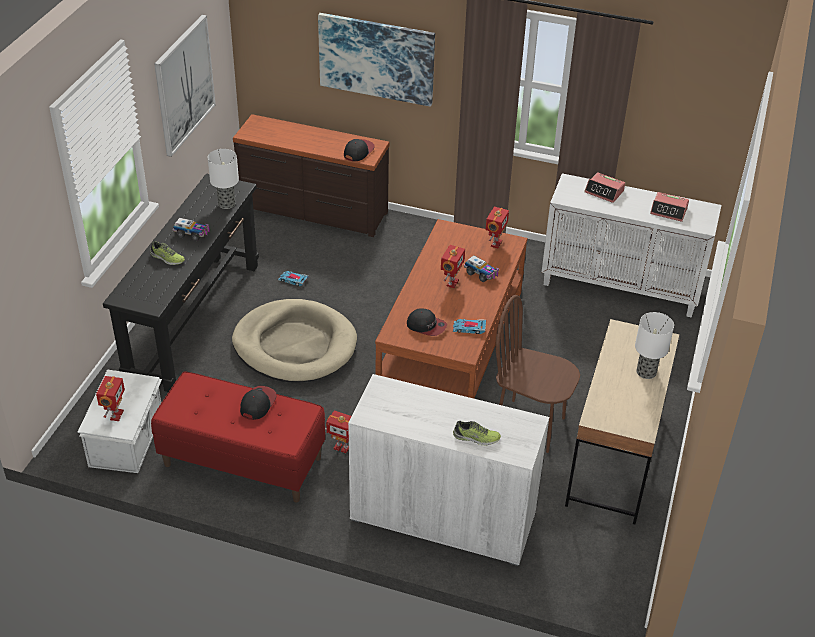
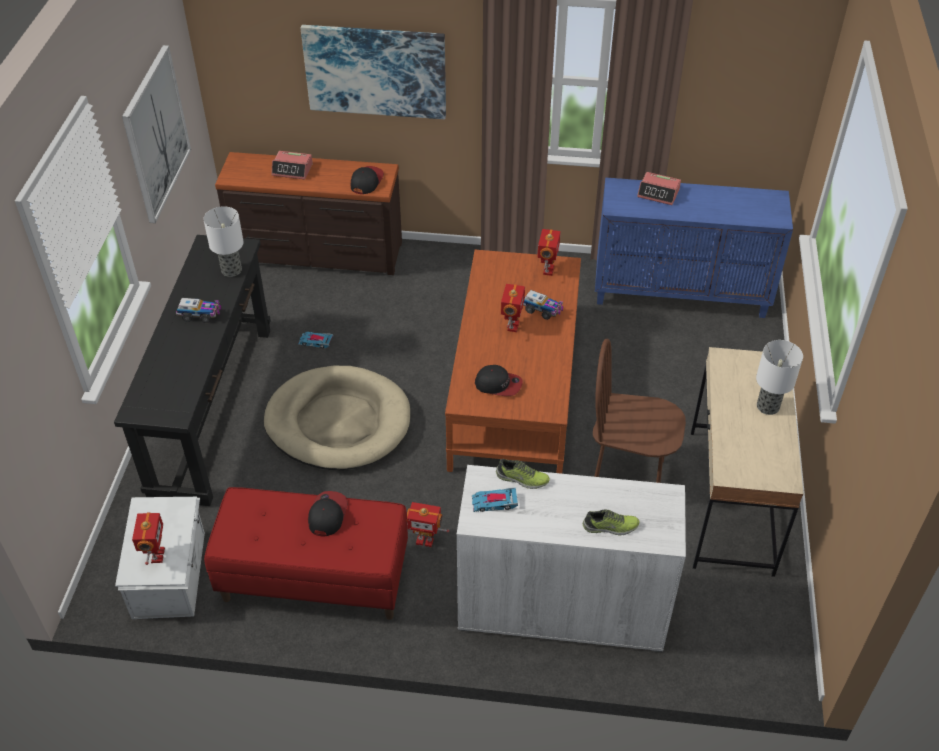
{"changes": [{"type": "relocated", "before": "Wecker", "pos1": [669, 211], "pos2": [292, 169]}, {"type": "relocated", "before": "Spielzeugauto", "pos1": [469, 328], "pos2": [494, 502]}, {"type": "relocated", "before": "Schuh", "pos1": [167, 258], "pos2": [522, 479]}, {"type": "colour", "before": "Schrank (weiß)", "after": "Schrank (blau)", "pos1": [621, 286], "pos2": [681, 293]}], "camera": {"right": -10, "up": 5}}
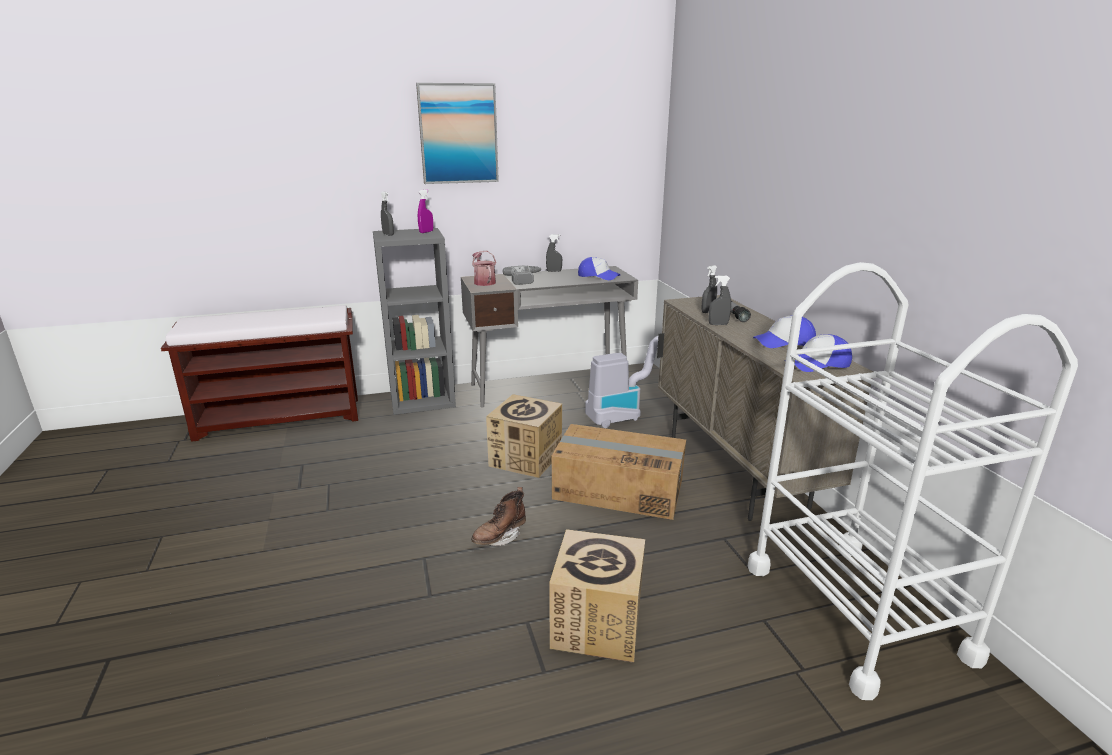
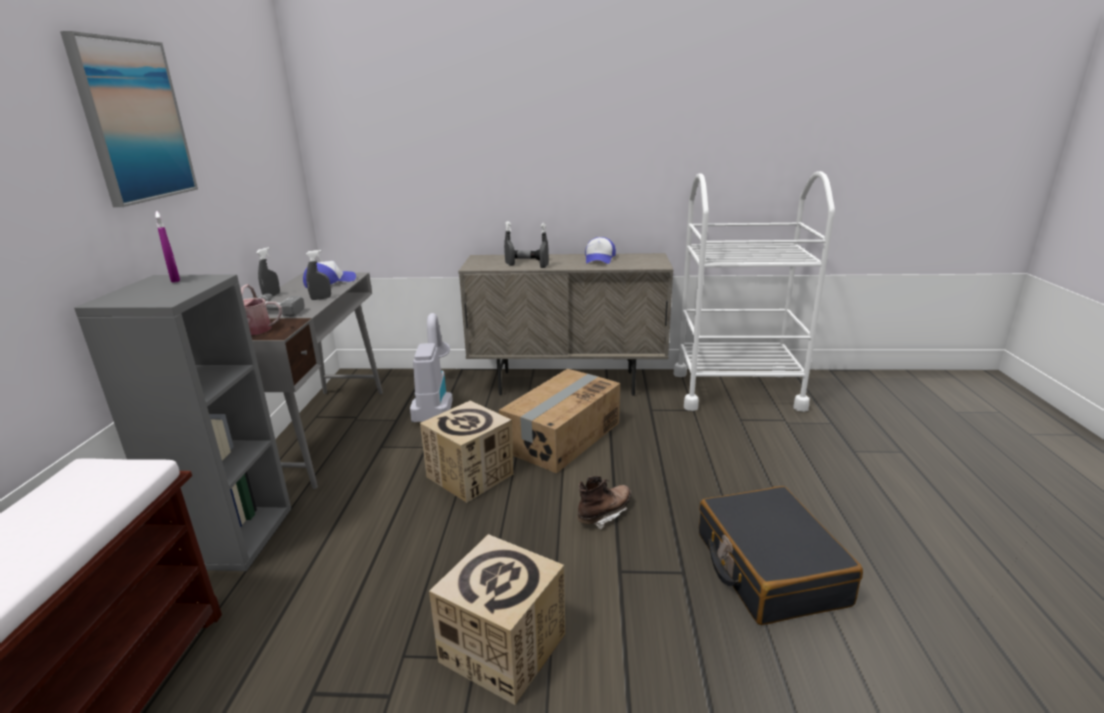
{"changes": [{"type": "relocated", "before": "Sprühflasche (grau)", "pos1": [388, 234], "pos2": [321, 298]}, {"type": "relocated", "before": "Karton", "pos1": [597, 624], "pos2": [503, 648]}, {"type": "spun", "before": "Stiefel (braun)", "pos1": [500, 537], "pos2": [604, 514], "turn": -105}, {"type": "appeared", "after": "Koffer (schwarz)", "pos2": [768, 568]}, {"type": "missing", "before": "Kappe", "pos1": [818, 364]}], "camera": {"right": -70, "up": 0}}
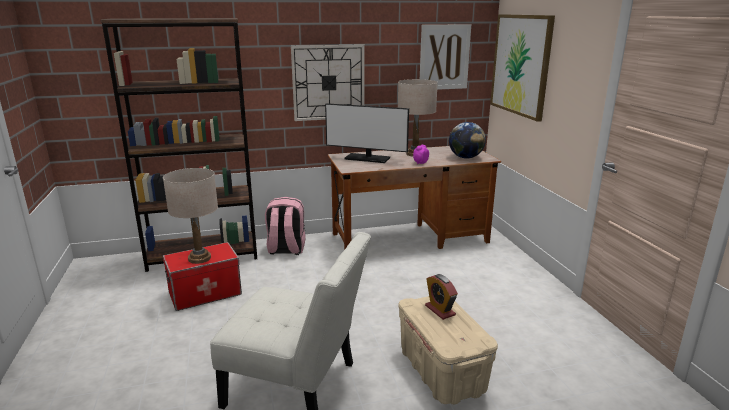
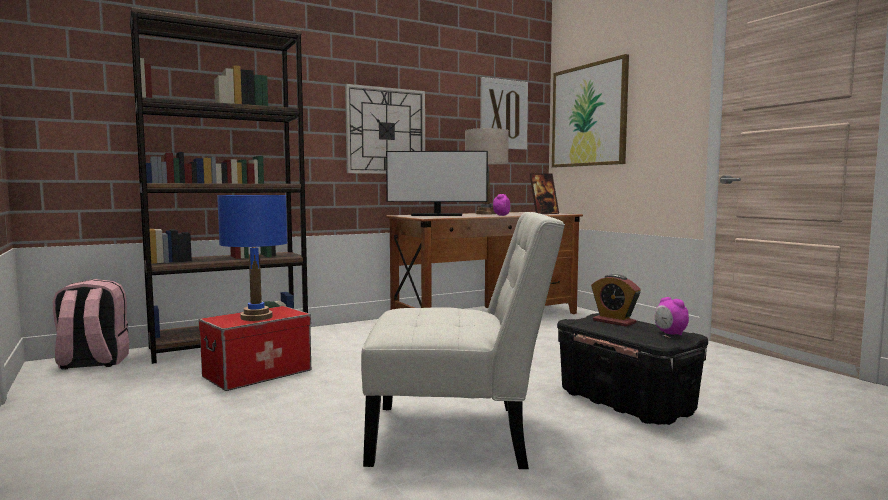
{"changes": [{"type": "relocated", "before": "Rucksack (rosa)", "pos1": [286, 249], "pos2": [92, 363]}, {"type": "colour", "before": "Tischlampe (beige)", "after": "Tischlampe (blau)", "pos1": [199, 258], "pos2": [256, 317]}, {"type": "exchanged", "before": "Globus", "after": "Bilderrahmen", "pos1": [465, 157], "pos2": [543, 213]}, {"type": "colour", "before": "Aufbewahrungsbox (beige)", "after": "Aufbewahrungsbox (schwarz)", "pos1": [442, 372], "pos2": [627, 403]}, {"type": "appeared", "after": "Wecker", "pos2": [670, 333]}], "camera": {"right": -15, "up": -15}}
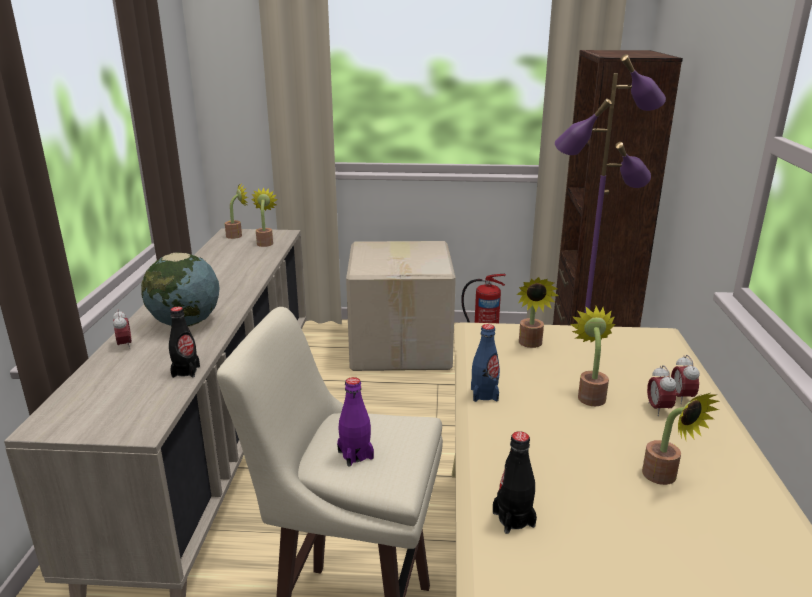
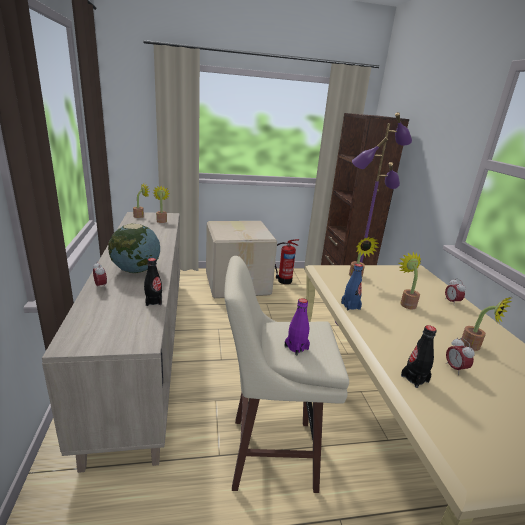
{"changes": [{"type": "relocated", "before": "Wecker", "pos1": [658, 409], "pos2": [455, 368]}], "camera": {"right": -15, "up": 0}}
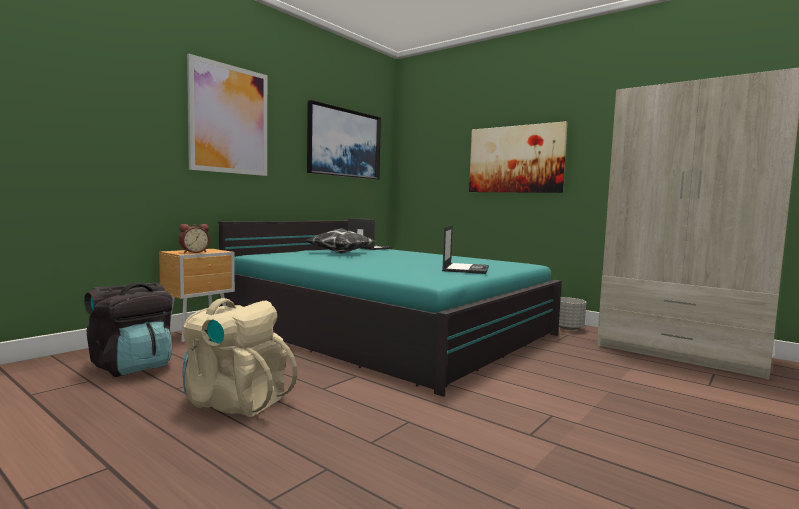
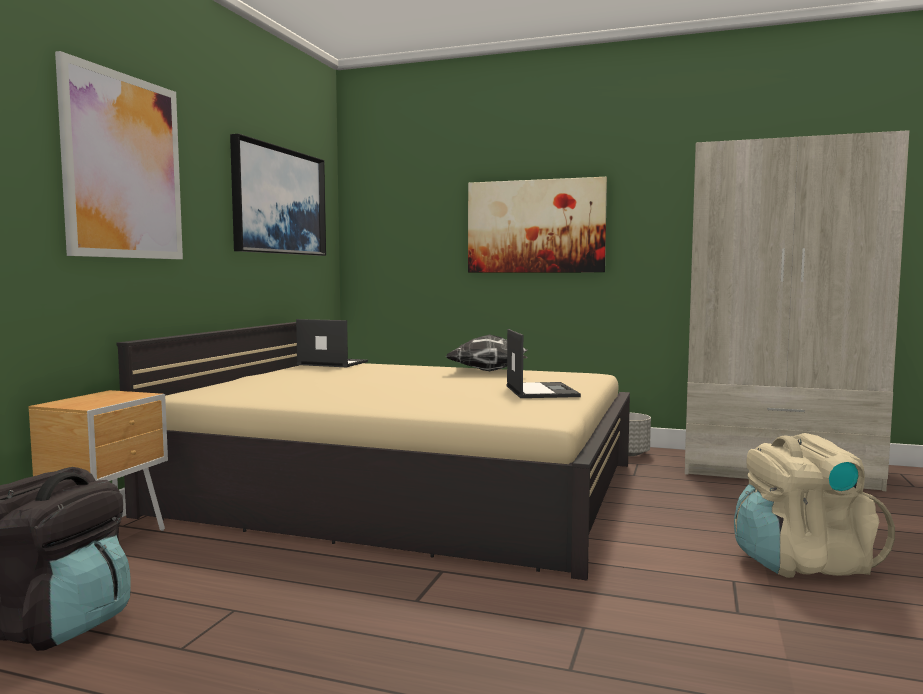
{"changes": [{"type": "colour", "before": "Bett (türkis)", "after": "Bett (beige)", "pos1": [387, 329], "pos2": [405, 488]}, {"type": "relocated", "before": "Kissen", "pos1": [341, 253], "pos2": [490, 371]}, {"type": "relocated", "before": "Rucksack (beige)", "pos1": [234, 401], "pos2": [802, 563]}, {"type": "missing", "before": "Wecker", "pos1": [194, 252]}], "camera": {"right": -20, "up": 0}}
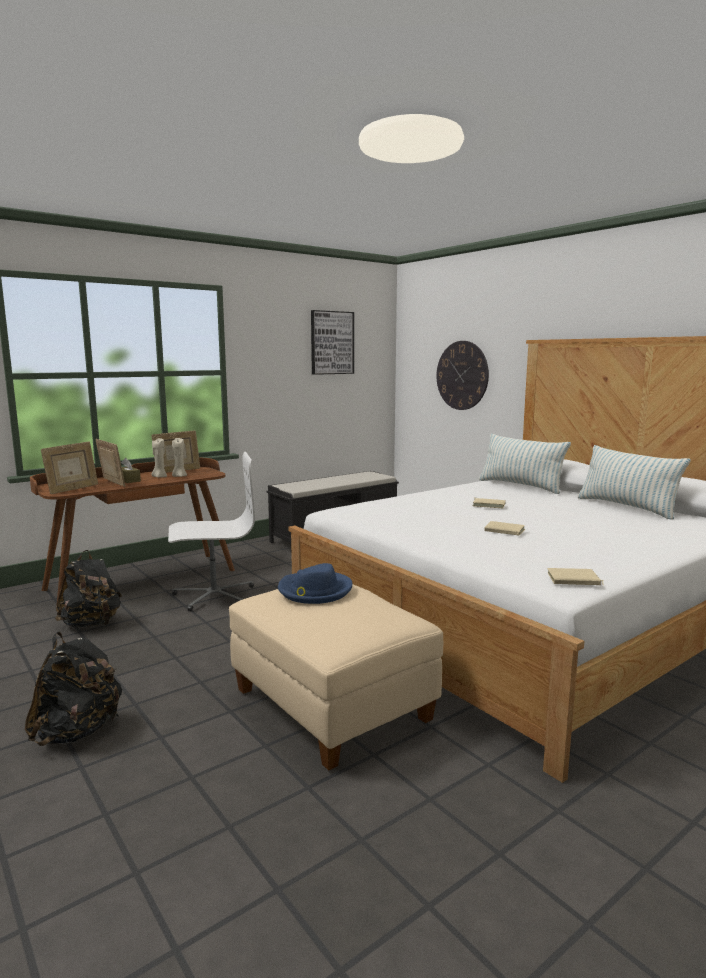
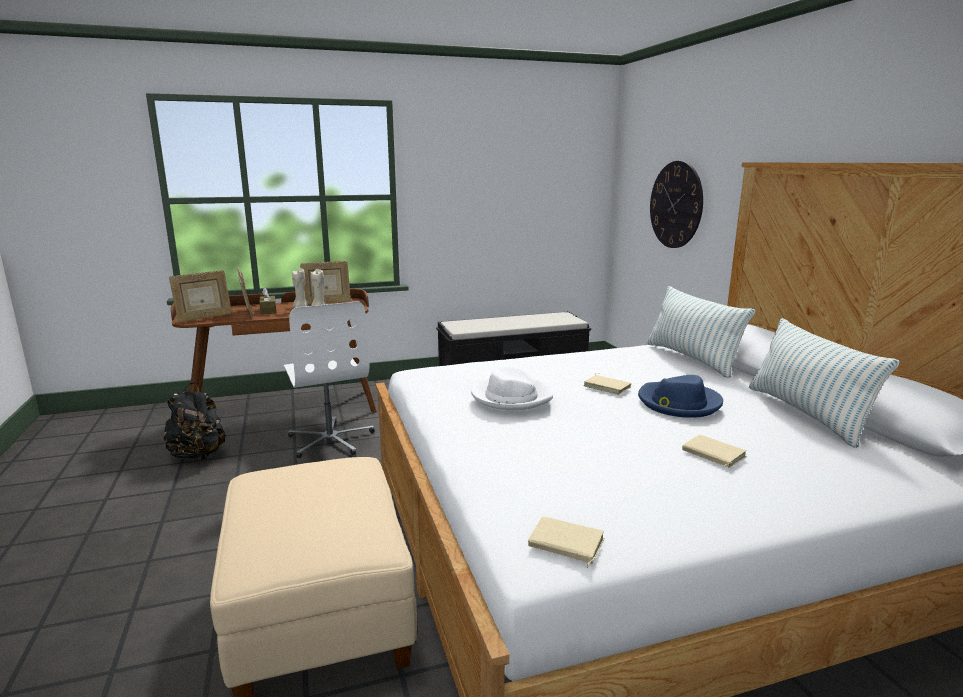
{"changes": [{"type": "spun", "before": "Bürostuhl (weiß)", "pos1": [213, 595], "pos2": [331, 440], "turn": 60}, {"type": "appeared", "after": "Hut (weiß)", "pos2": [511, 397]}, {"type": "relocated", "before": "Hut (blau)", "pos1": [314, 591], "pos2": [678, 403]}, {"type": "relocated", "before": "Buch (beige)", "pos1": [504, 531], "pos2": [712, 454]}, {"type": "missing", "before": "Rucksack (schwarz)", "pos1": [78, 732]}, {"type": "missing", "before": "Bild", "pos1": [332, 343]}], "camera": {"right": 20, "up": 5}}
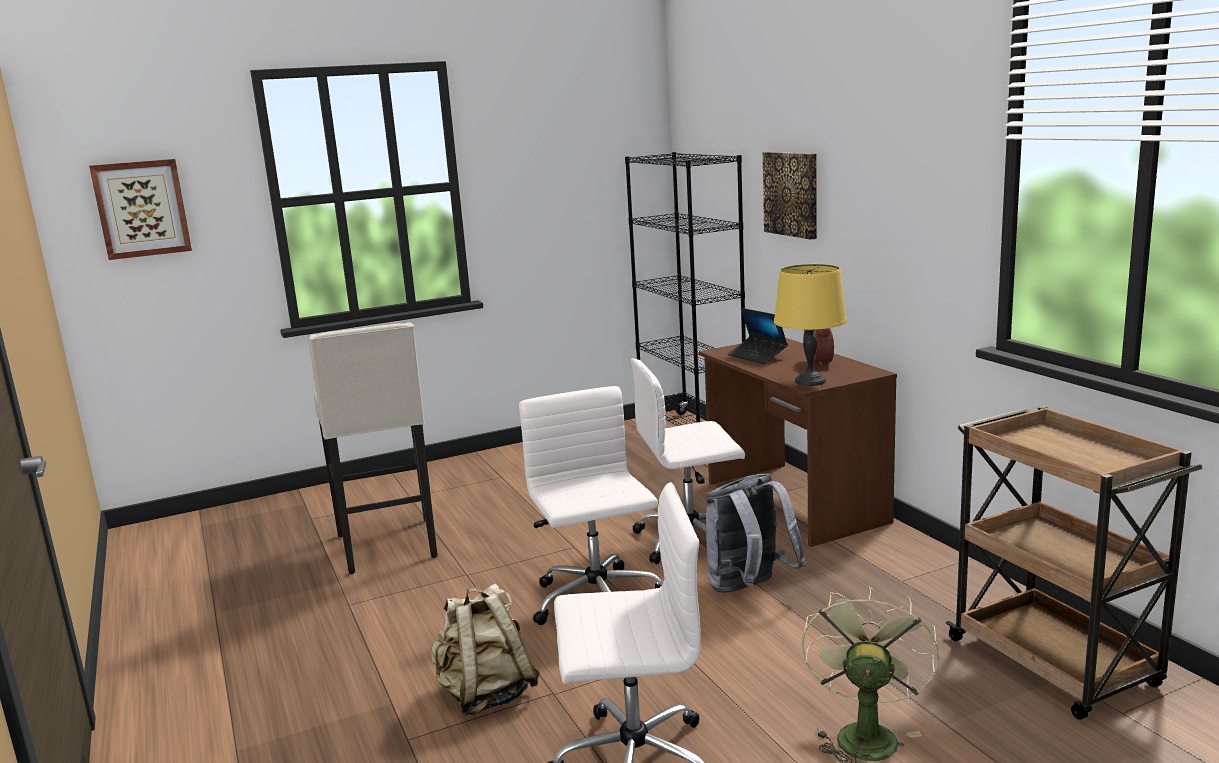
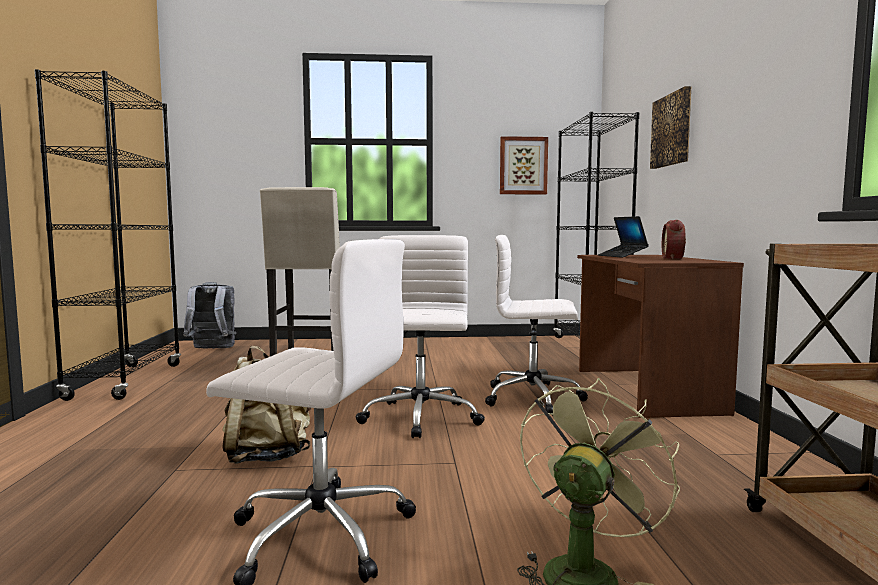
{"changes": [{"type": "appeared", "after": "Bücherregal (schwarz)", "pos2": [126, 381]}, {"type": "relocated", "before": "Rucksack (grau)", "pos1": [749, 589], "pos2": [212, 349]}, {"type": "relocated", "before": "Bild", "pos1": [142, 208], "pos2": [523, 166]}, {"type": "missing", "before": "Tischlampe (gelb)", "pos1": [811, 381]}], "camera": {"right": 20, "up": -10}}
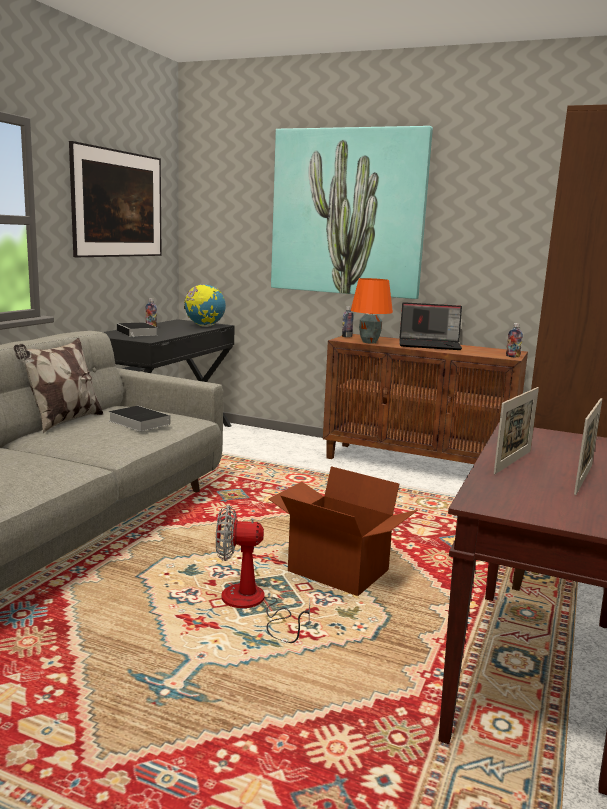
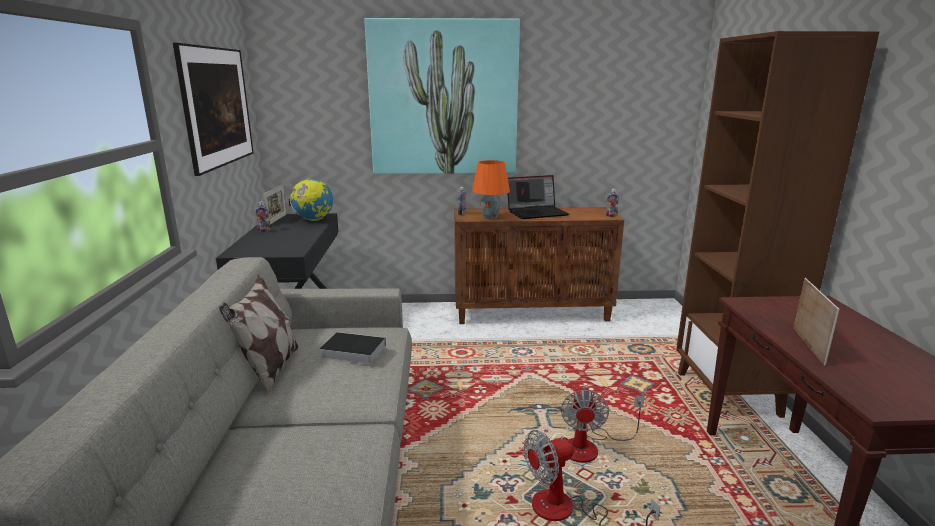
{"changes": [{"type": "relocated", "before": "Bilderrahmen", "pos1": [583, 479], "pos2": [277, 219]}, {"type": "exchanged", "before": "Karton", "after": "Ventilator", "pos1": [337, 572], "pos2": [590, 447]}, {"type": "missing", "before": "Buch", "pos1": [138, 333]}], "camera": {"right": -25, "up": 5}}
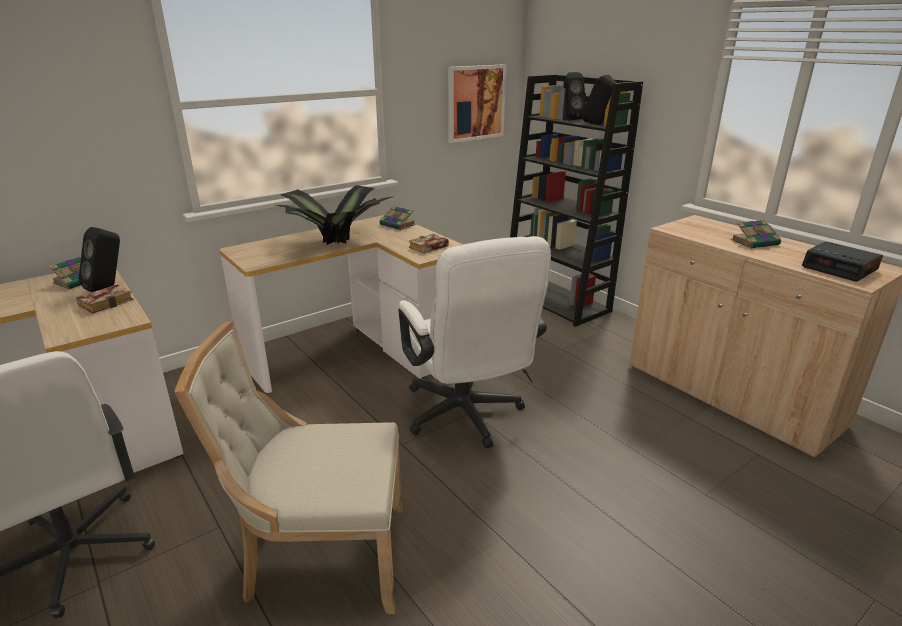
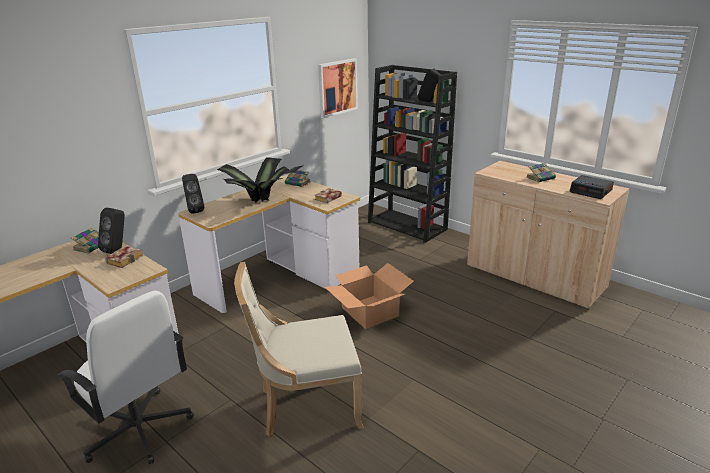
{"changes": [{"type": "relocated", "before": "Lautsprecher (schwarz)", "pos1": [570, 119], "pos2": [194, 210]}, {"type": "exchanged", "before": "Bürostuhl (weiß)", "after": "Karton", "pos1": [467, 417], "pos2": [369, 312]}], "camera": {"right": -10, "up": 0}}
